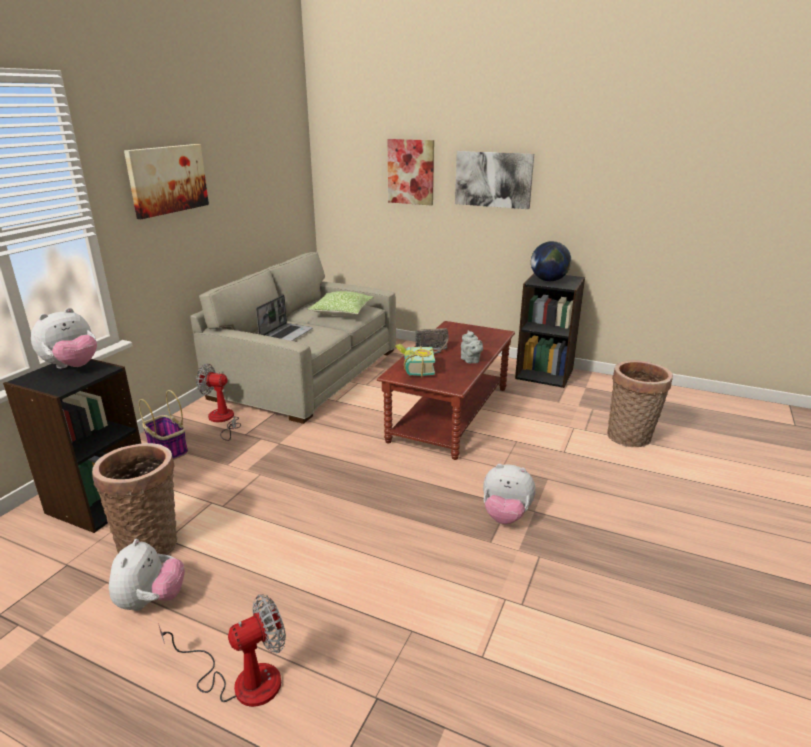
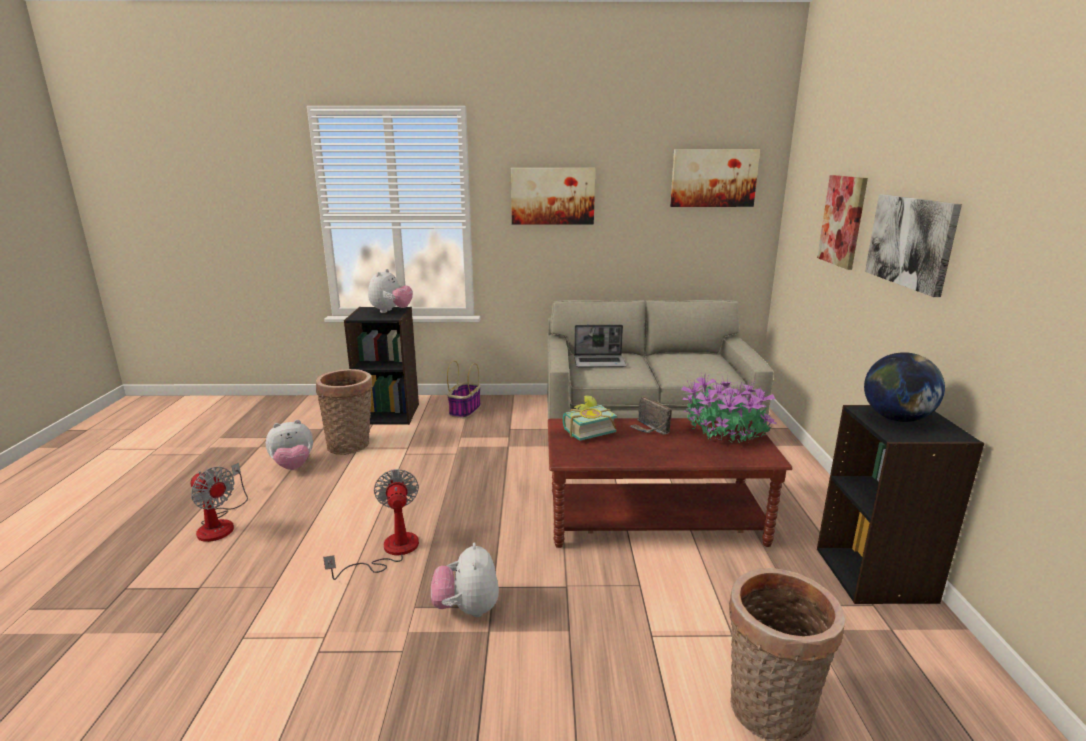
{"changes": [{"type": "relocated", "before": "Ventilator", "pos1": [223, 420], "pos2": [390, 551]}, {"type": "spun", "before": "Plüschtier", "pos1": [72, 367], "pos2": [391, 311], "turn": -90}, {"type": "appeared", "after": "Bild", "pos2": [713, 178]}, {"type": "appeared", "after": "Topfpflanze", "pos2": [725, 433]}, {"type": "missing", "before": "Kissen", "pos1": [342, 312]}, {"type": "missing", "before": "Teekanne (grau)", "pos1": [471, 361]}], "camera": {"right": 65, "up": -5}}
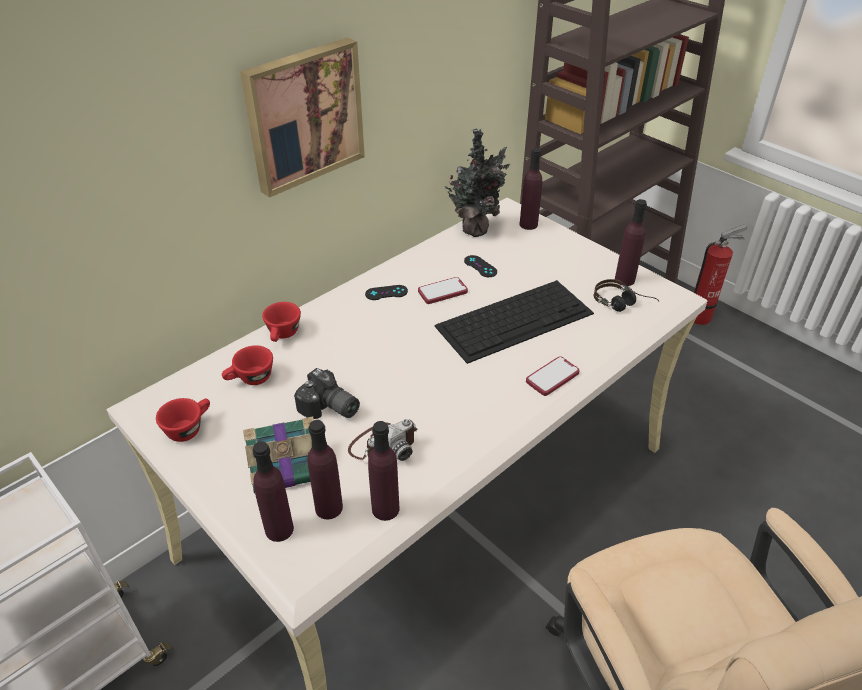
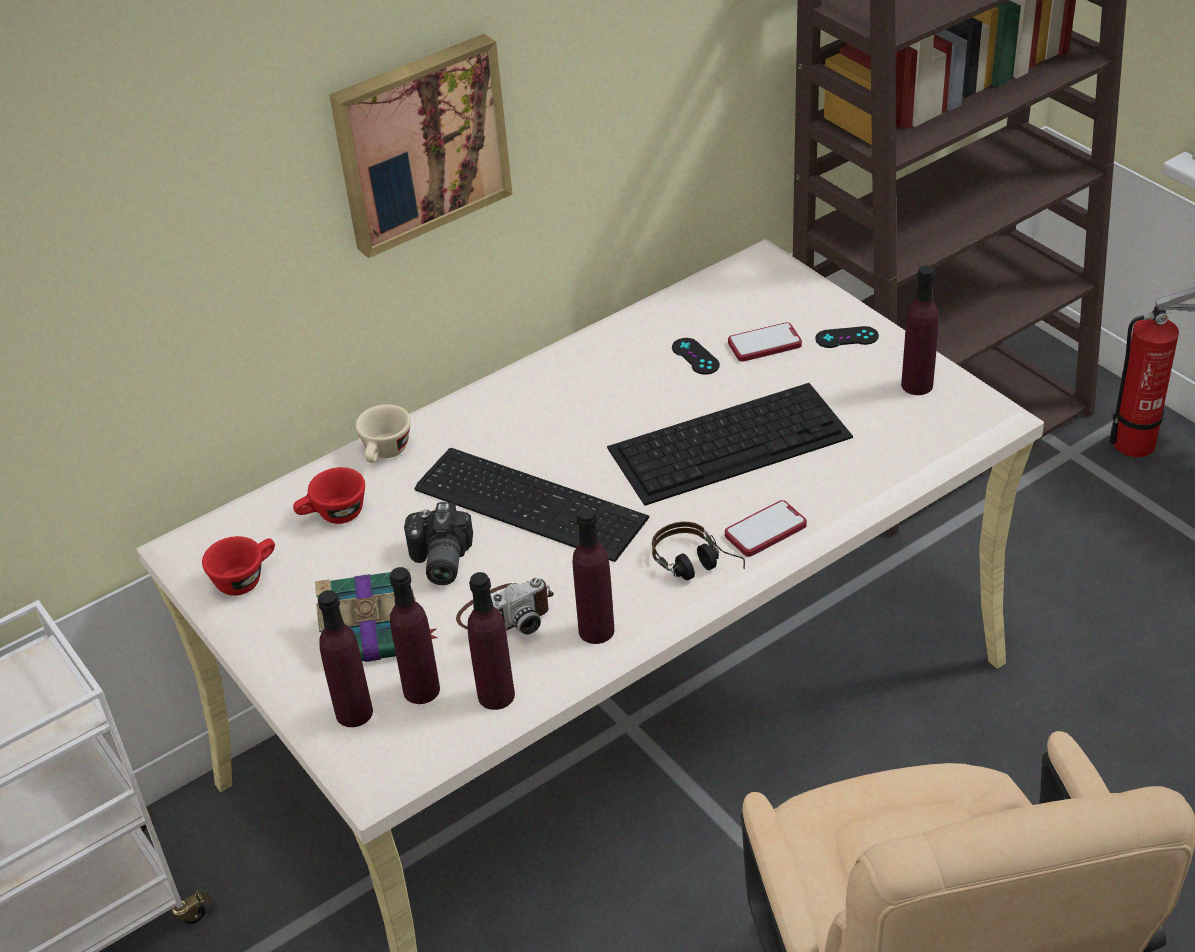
{"changes": [{"type": "colour", "before": "Tasse (rot)", "after": "Tasse (beige)", "pos1": [283, 335], "pos2": [385, 453]}, {"type": "spun", "before": "Kamera", "pos1": [329, 409], "pos2": [438, 561], "turn": 45}, {"type": "appeared", "after": "Tastatur", "pos2": [530, 500]}, {"type": "relocated", "before": "Flasche (lila)", "pos1": [528, 224], "pos2": [596, 630]}, {"type": "relocated", "before": "Kopfhörer", "pos1": [623, 305], "pos2": [698, 568]}, {"type": "relocated", "before": "Handy", "pos1": [442, 292], "pos2": [764, 344]}, {"type": "relocated", "before": "Gamepad (schwarz)", "pos1": [386, 293], "pos2": [847, 338]}, {"type": "missing", "before": "Topfpflanze", "pos1": [476, 228]}], "camera": {"right": 10, "up": 0}}
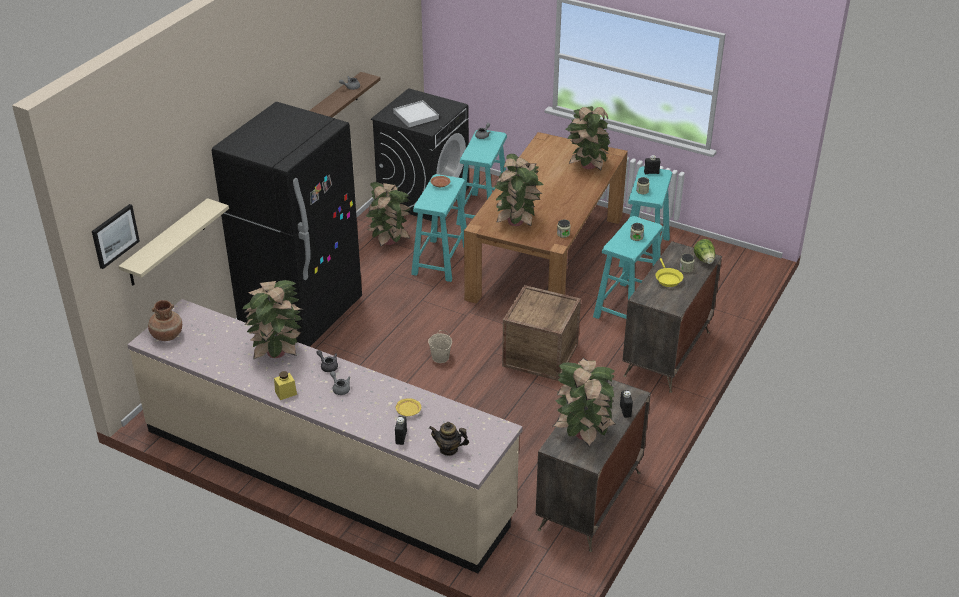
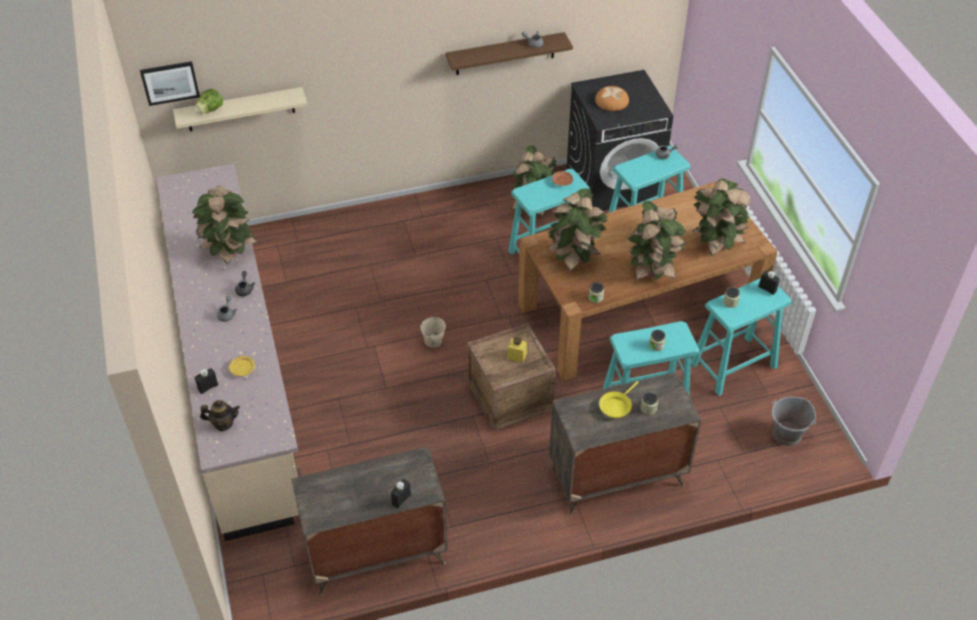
{"changes": [{"type": "relocated", "before": "Salatkopf", "pos1": [704, 260], "pos2": [210, 110]}, {"type": "spun", "before": "Teekanne", "pos1": [449, 449], "pos2": [223, 423], "turn": 120}, {"type": "relocated", "before": "Vorratsglas (gelb)", "pos1": [286, 393], "pos2": [516, 355]}, {"type": "exchanged", "before": "Tablett (weiß)", "after": "Brot", "pos1": [416, 116], "pos2": [611, 101]}, {"type": "relocated", "before": "Topfpflanze", "pos1": [584, 431], "pos2": [652, 270]}, {"type": "appeared", "after": "Eimer (grau)", "pos2": [787, 434]}, {"type": "missing", "before": "Vase (braun)", "pos1": [167, 335]}, {"type": "missing", "before": "Kühlschrank (schwarz)", "pos1": [301, 314]}], "camera": {"right": 45, "up": 10}}
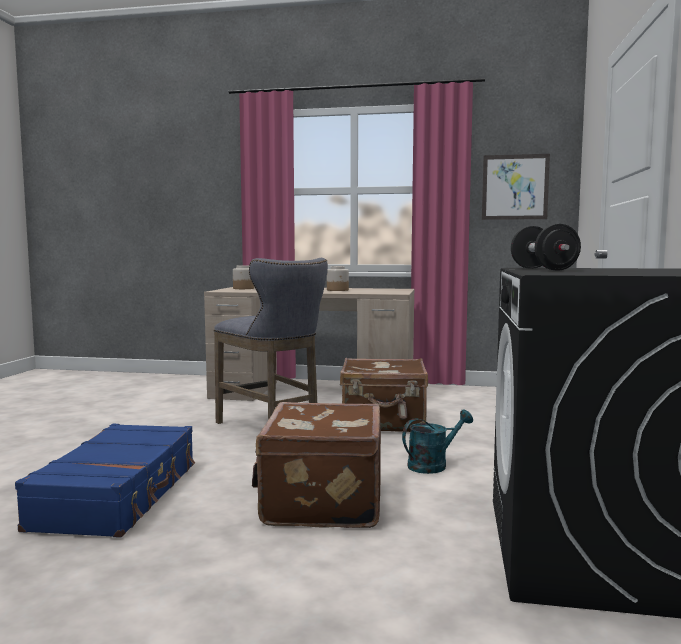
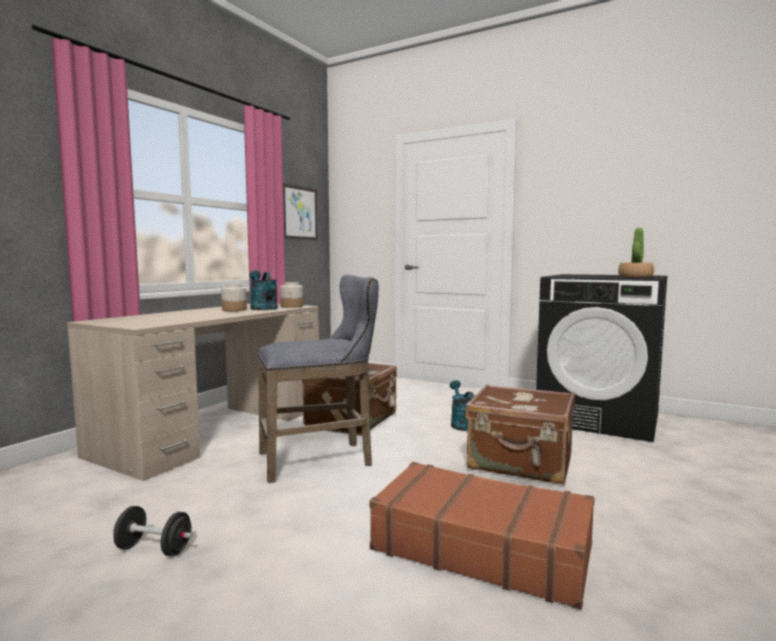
{"changes": [{"type": "relocated", "before": "Hantel (schwarz)", "pos1": [543, 269], "pos2": [154, 549]}, {"type": "appeared", "after": "Gießkanne (türkis)", "pos2": [262, 308]}, {"type": "relocated", "before": "Vorratsglas", "pos1": [243, 288], "pos2": [291, 306]}, {"type": "colour", "before": "Koffer (blau)", "after": "Koffer (braun)", "pos1": [119, 495], "pos2": [481, 547]}, {"type": "appeared", "after": "Topfpflanze", "pos2": [635, 276]}], "camera": {"right": -70, "up": 0}}
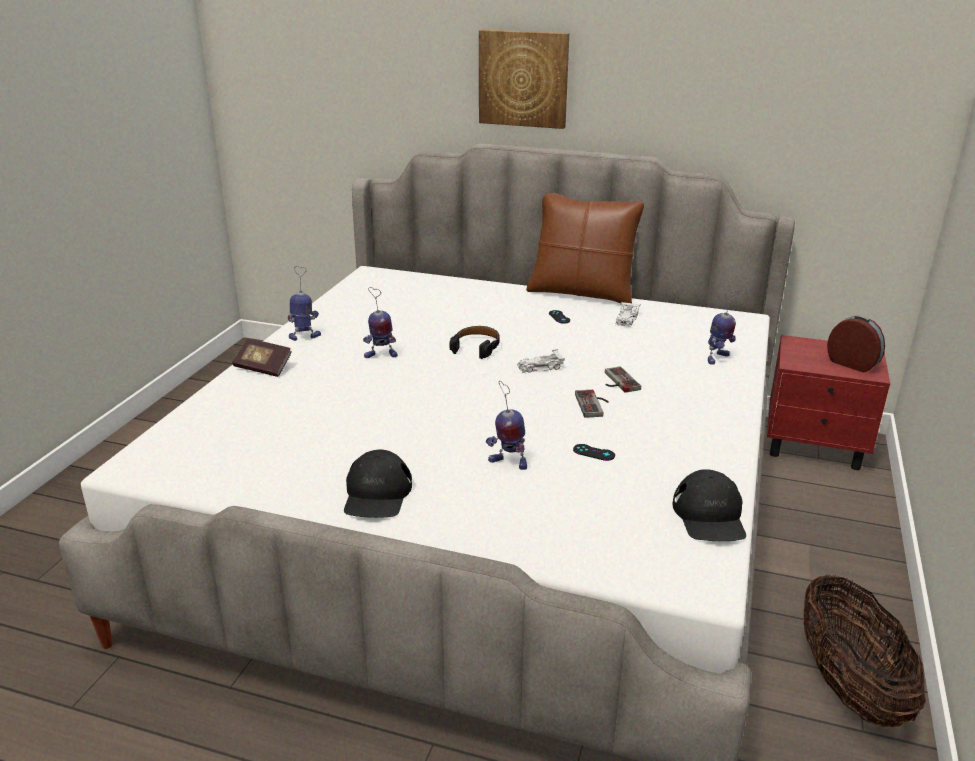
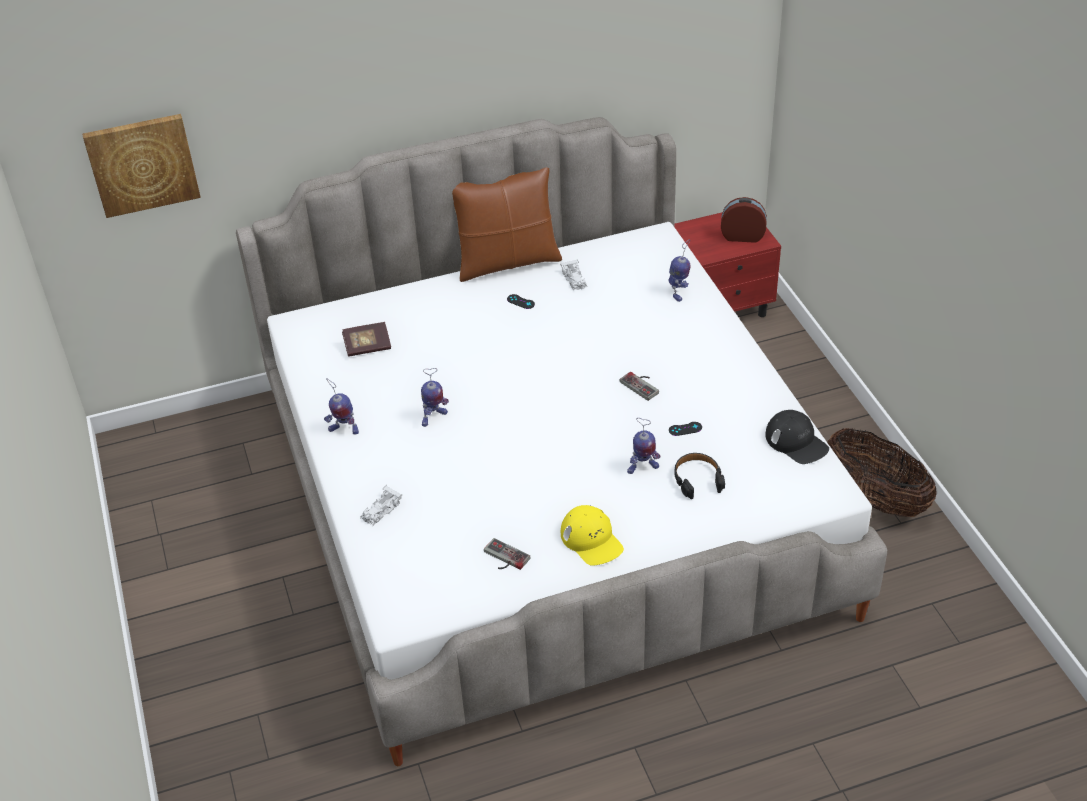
{"changes": [{"type": "relocated", "before": "Bild", "pos1": [523, 78], "pos2": [142, 164]}, {"type": "spun", "before": "Spielzeugroboter", "pos1": [305, 336], "pos2": [343, 430], "turn": -120}, {"type": "relocated", "before": "Buch", "pos1": [263, 367], "pos2": [367, 347]}, {"type": "relocated", "before": "Spielzeugauto (weiß)", "pos1": [539, 367], "pos2": [381, 510]}, {"type": "relocated", "before": "Gamepad", "pos1": [617, 382], "pos2": [504, 558]}, {"type": "colour", "before": "Kappe (schwarz)", "after": "Kappe (gelb)", "pos1": [377, 494], "pos2": [591, 540]}, {"type": "relocated", "before": "Kopfhörer (schwarz)", "pos1": [476, 347], "pos2": [697, 479]}], "camera": {"right": -35, "up": 15}}
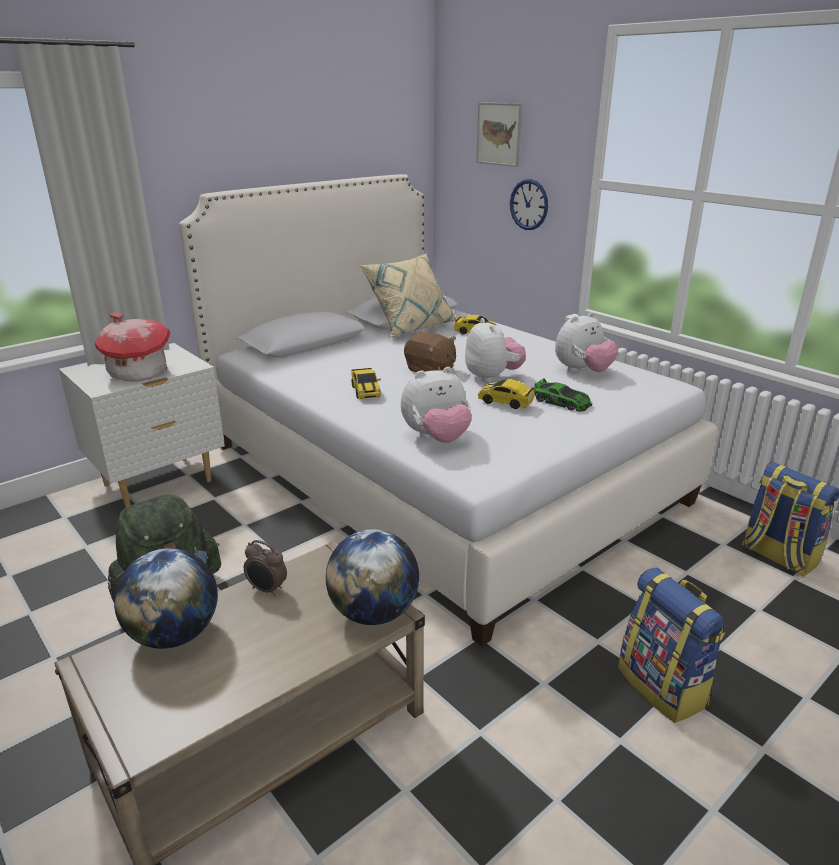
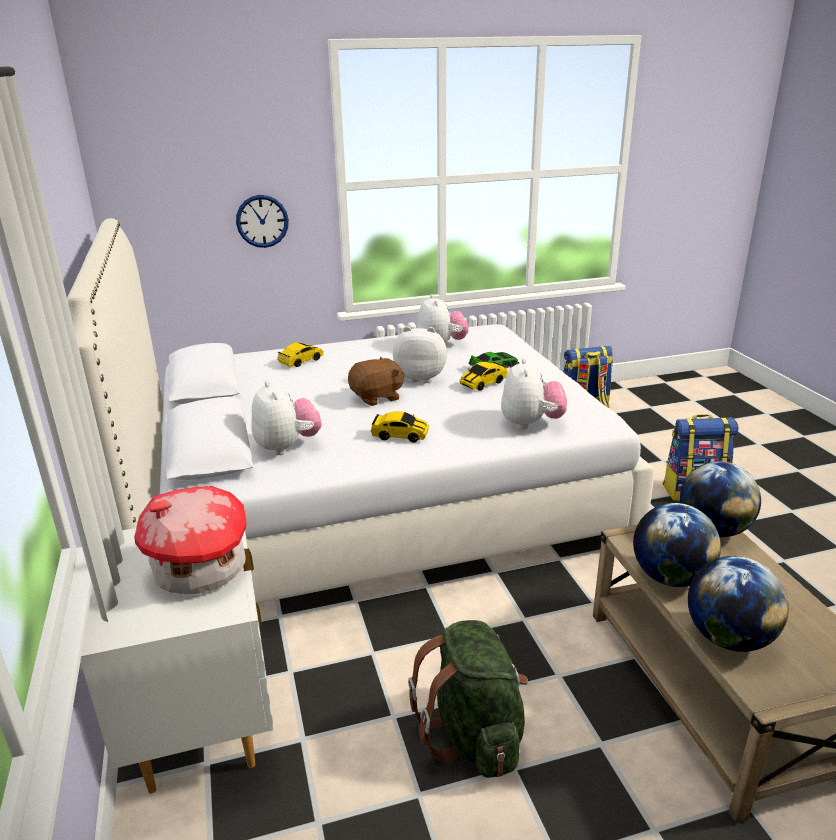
{"changes": [{"type": "appeared", "after": "Plüschtier", "pos2": [287, 447]}, {"type": "exchanged", "before": "Wecker", "after": "Globus", "pos1": [267, 590], "pos2": [670, 577]}, {"type": "missing", "before": "Kissen (beige)", "pos1": [411, 327]}, {"type": "missing", "before": "Bild", "pos1": [499, 134]}], "camera": {"right": -65, "up": 0}}
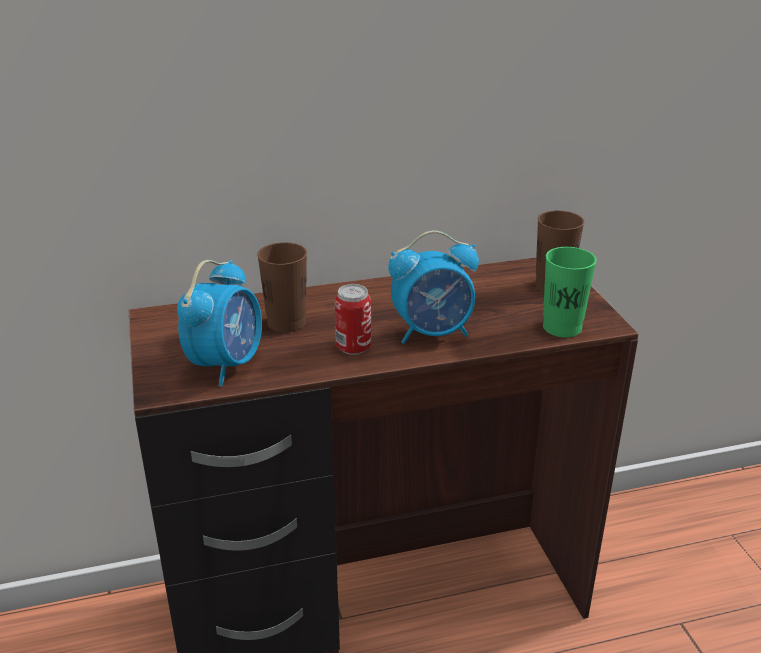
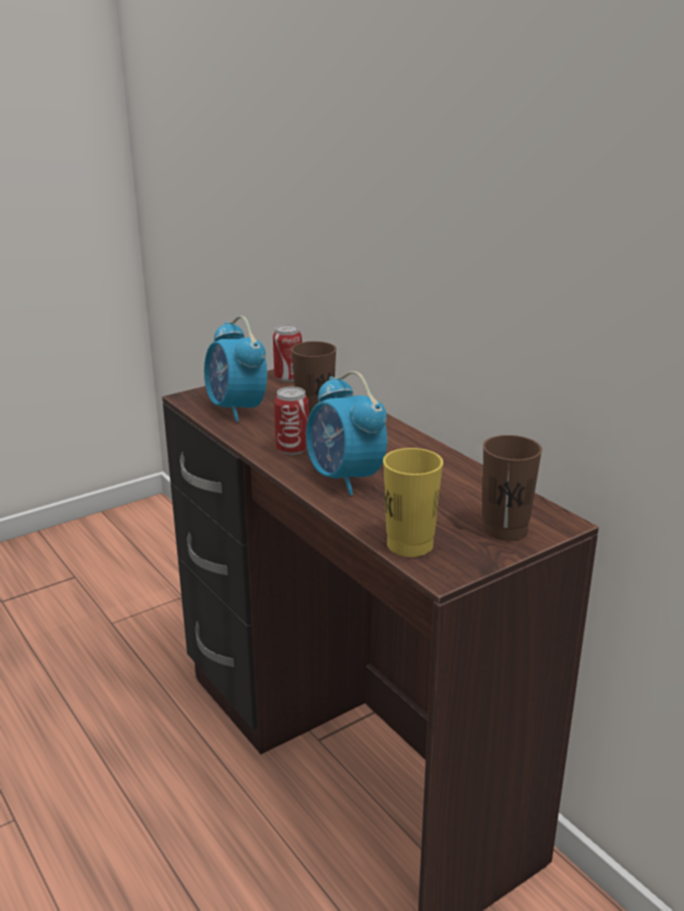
{"changes": [{"type": "spun", "before": "Wecker", "pos1": [227, 364], "pos2": [236, 409], "turn": 60}, {"type": "appeared", "after": "Dose", "pos2": [288, 378]}, {"type": "colour", "before": "Tasse (grün)", "after": "Tasse (gelb)", "pos1": [562, 327], "pos2": [410, 545]}], "camera": {"right": 70, "up": -5}}
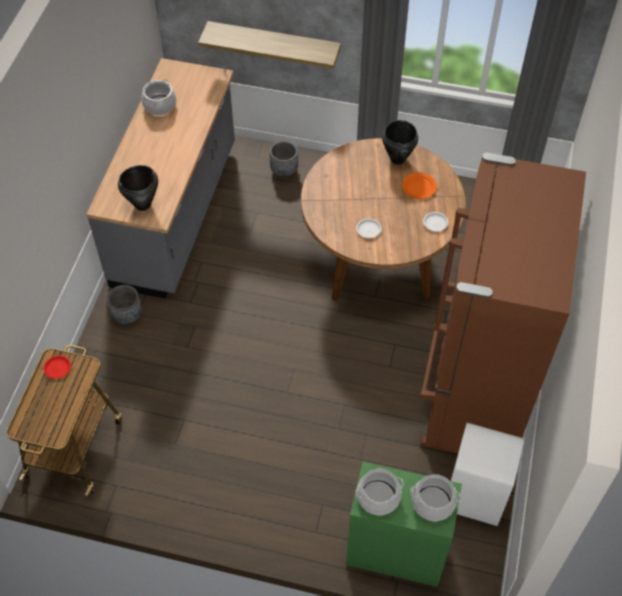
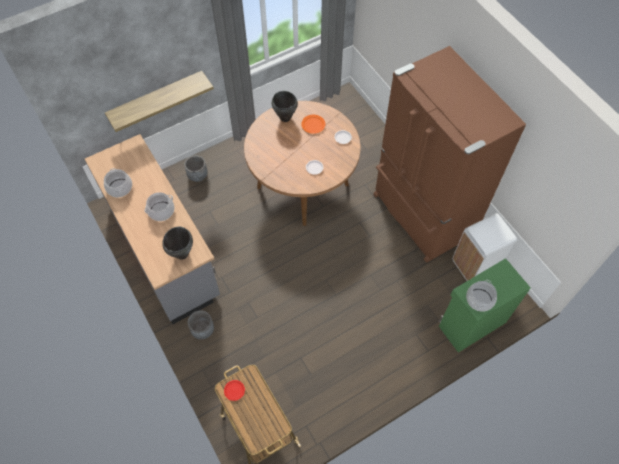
{"changes": [{"type": "relocated", "before": "Kochtopf", "pos1": [433, 502], "pos2": [161, 211]}], "camera": {"right": -45, "up": 5}}
